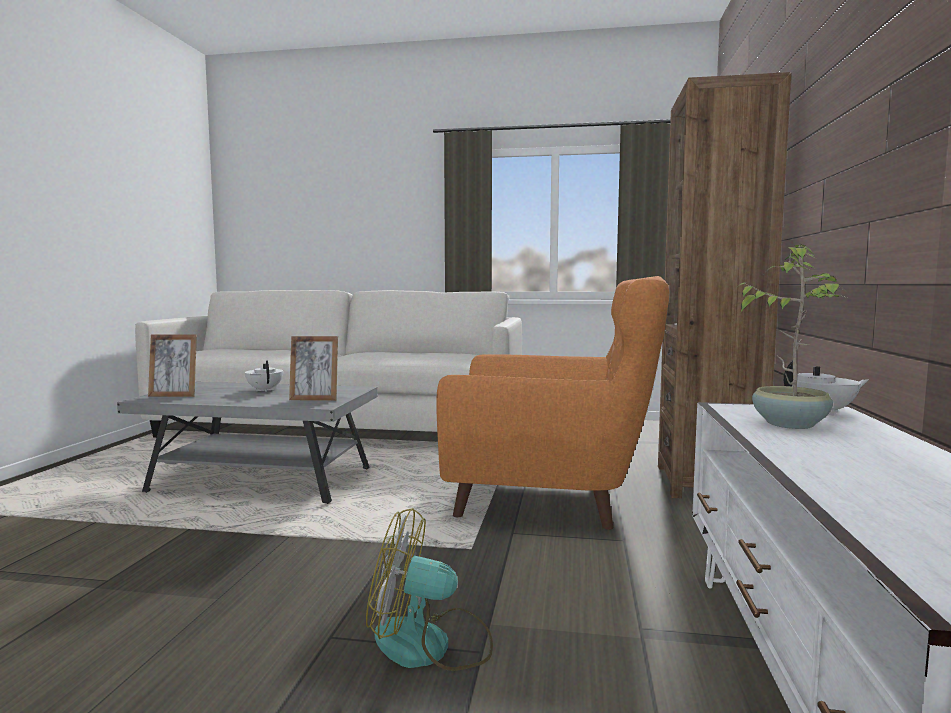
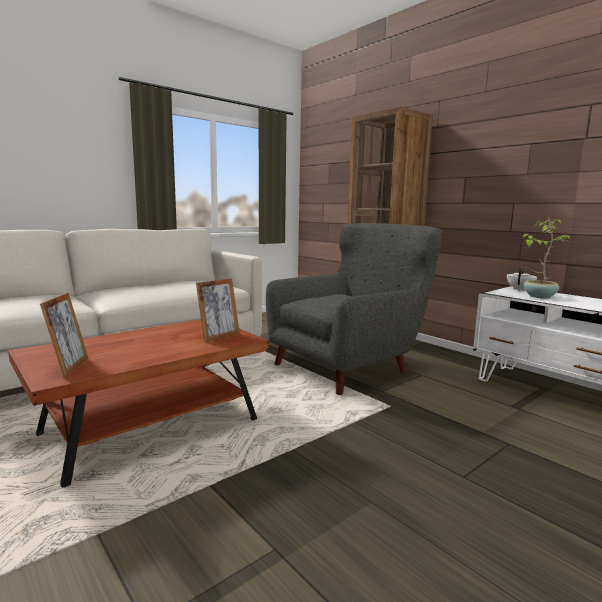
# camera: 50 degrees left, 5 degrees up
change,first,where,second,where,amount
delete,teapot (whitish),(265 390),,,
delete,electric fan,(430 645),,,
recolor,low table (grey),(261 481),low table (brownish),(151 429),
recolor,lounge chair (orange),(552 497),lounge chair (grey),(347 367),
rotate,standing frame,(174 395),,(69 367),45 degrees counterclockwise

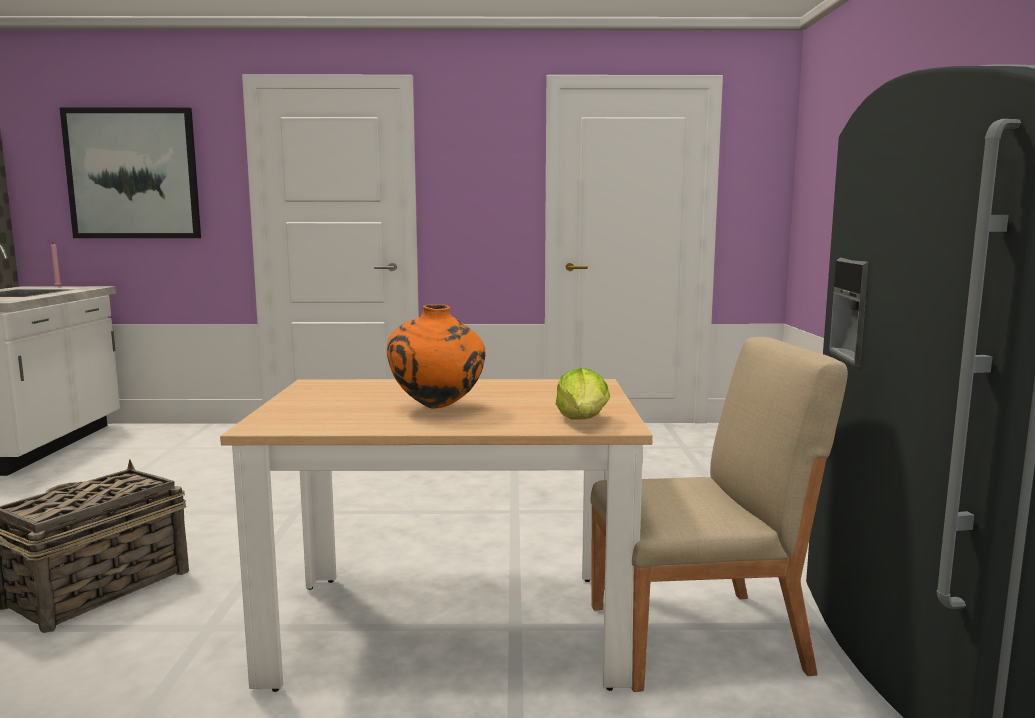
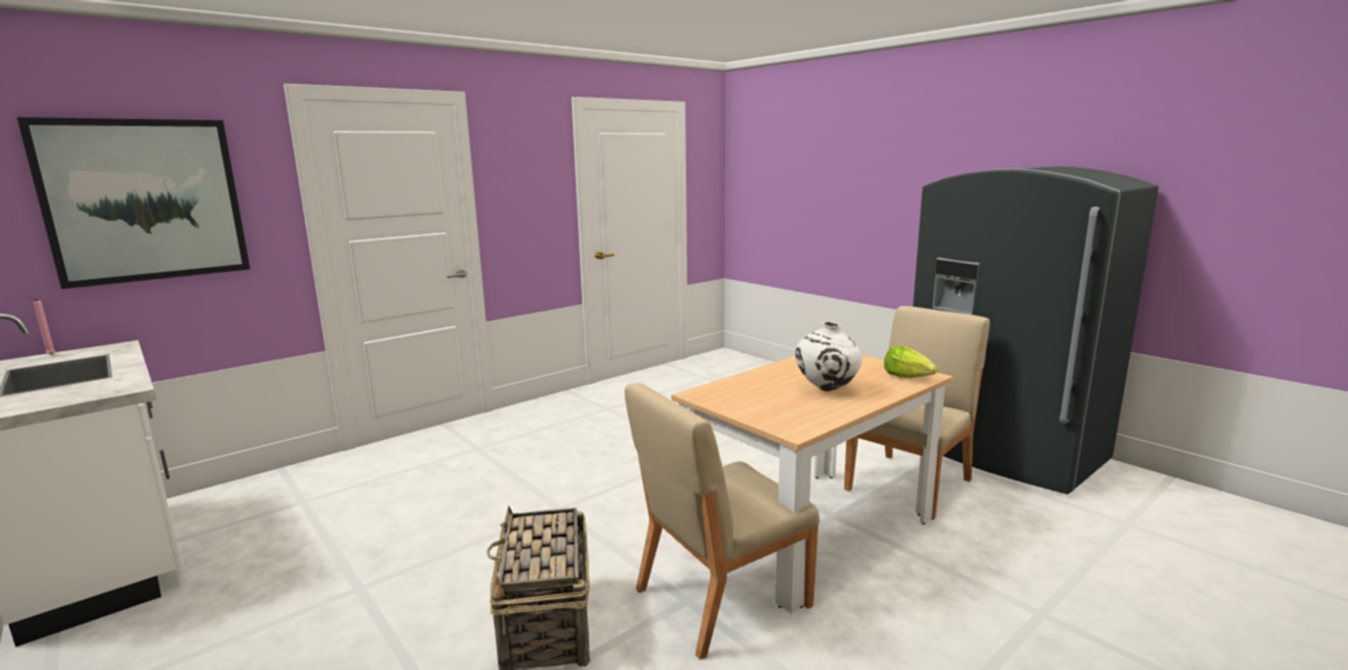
# camera: 40 degrees left, 5 degrees up
change,first,where,second,where,amount
insert,,,chair (beige-coloured),(719 598),
recolor,decorative vase (orange),(438 408),decorative vase (whitish),(826 390),

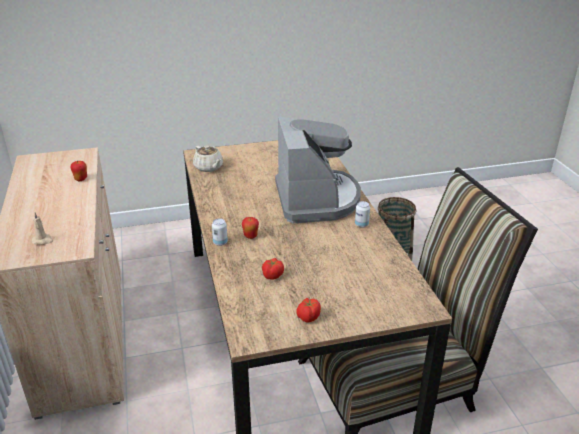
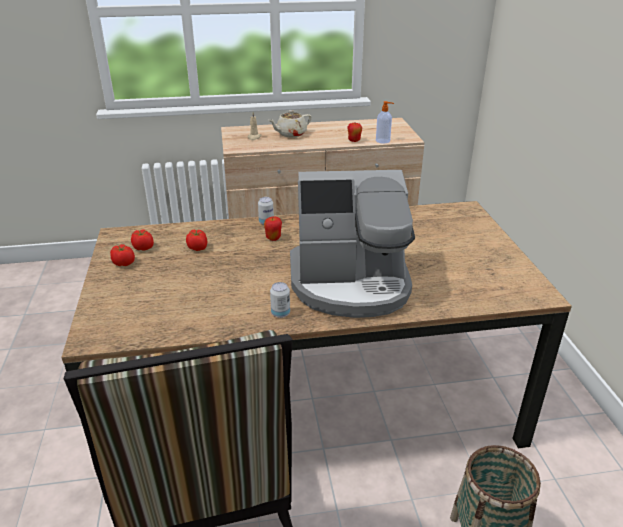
# camera: 95 degrees right, 0 degrees up
change,first,where,second,where,amount
insert,,,whole tomato,(143 248),
insert,,,liquid soap bottle,(383 141),
move,teapot (beige-coloured),(209 168),,(290 134),

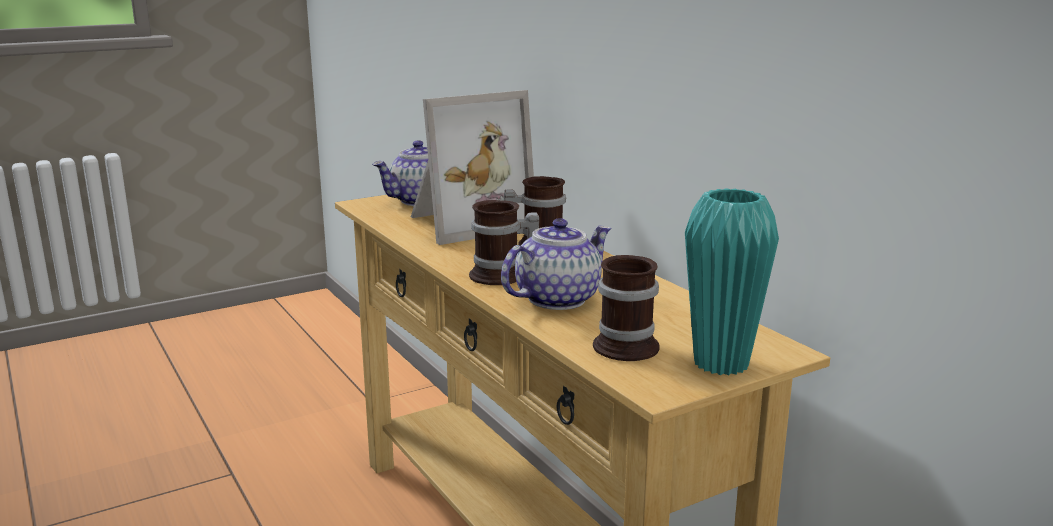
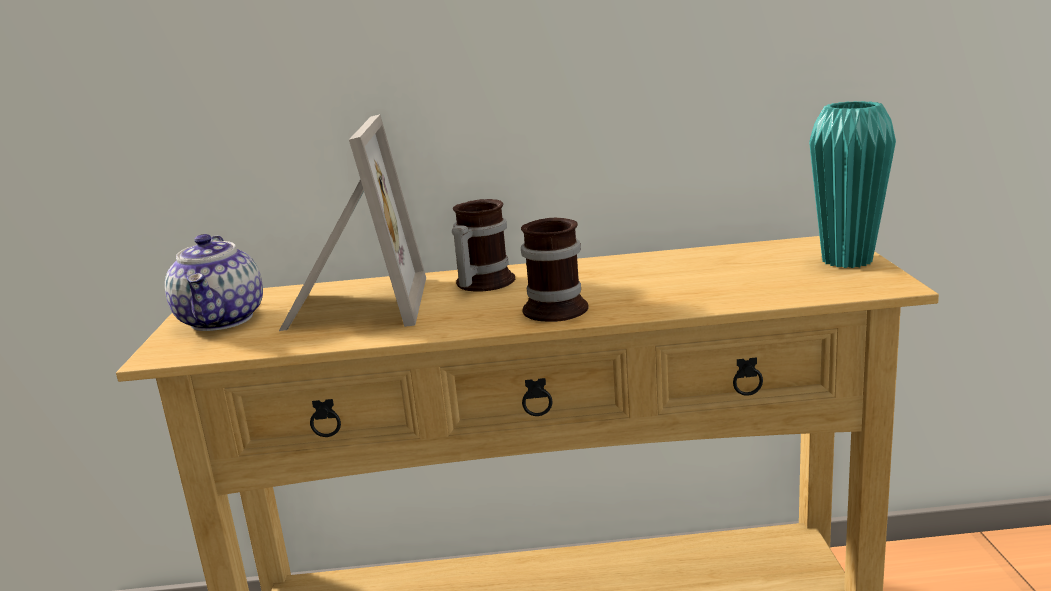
# camera: 60 degrees left, 0 degrees up
change,first,where,second,where,amount
delete,teapot,(557 298),,,
delete,mug,(626 343),,,

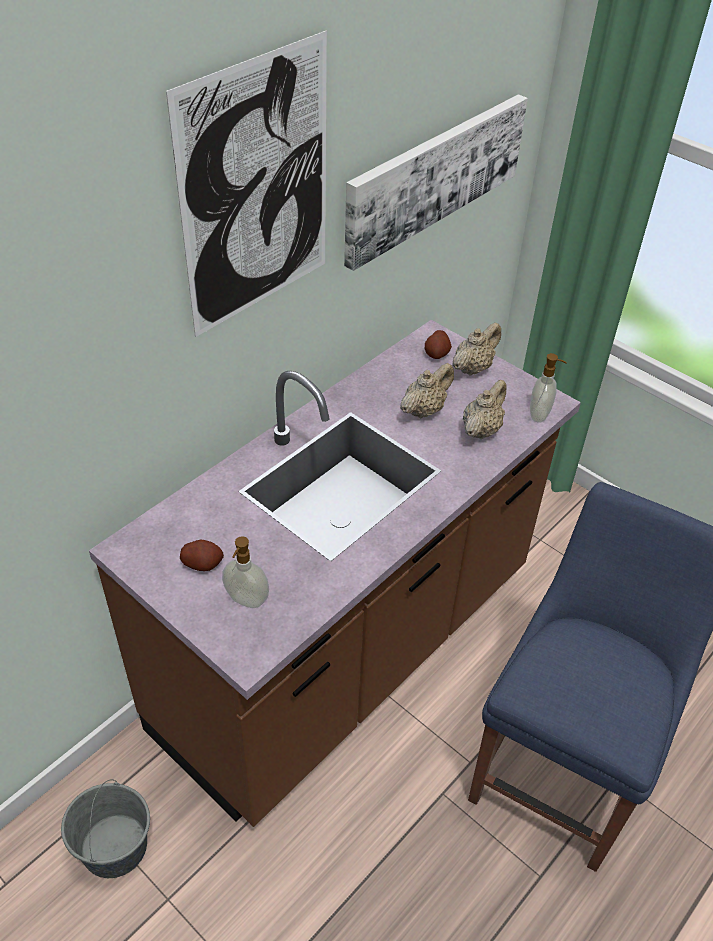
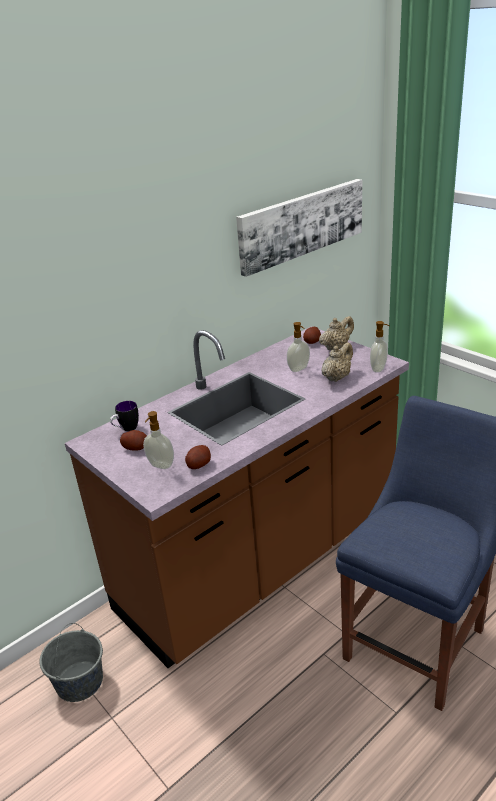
# camera: 10 degrees right, 15 degrees down
change,first,where,second,where,amount
delete,picture,(257 190),,,
insert,,,mug,(126 429),
insert,,,potato,(198 465),
replace,teapot (beige-coloured),(424 410),liquid soap bottle,(299 369),

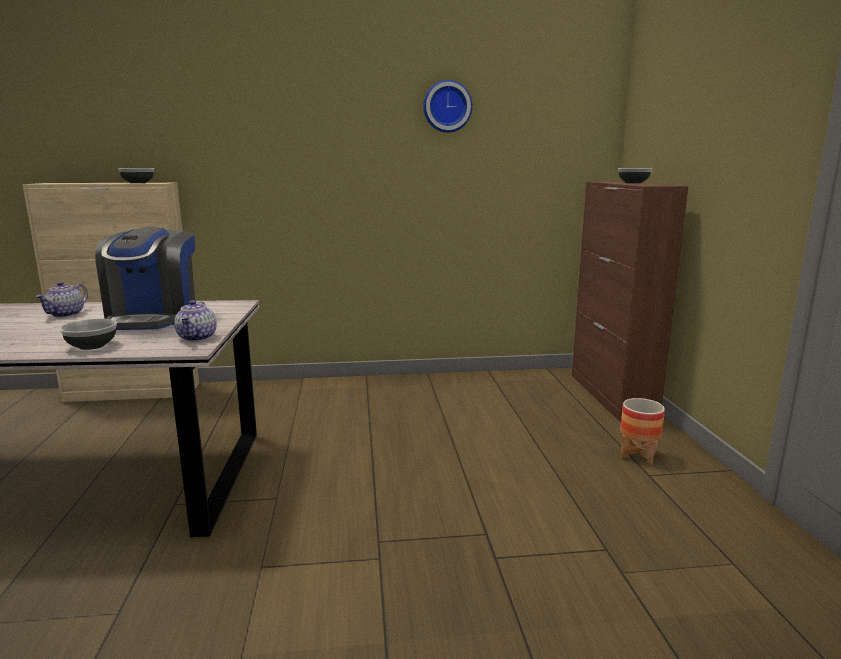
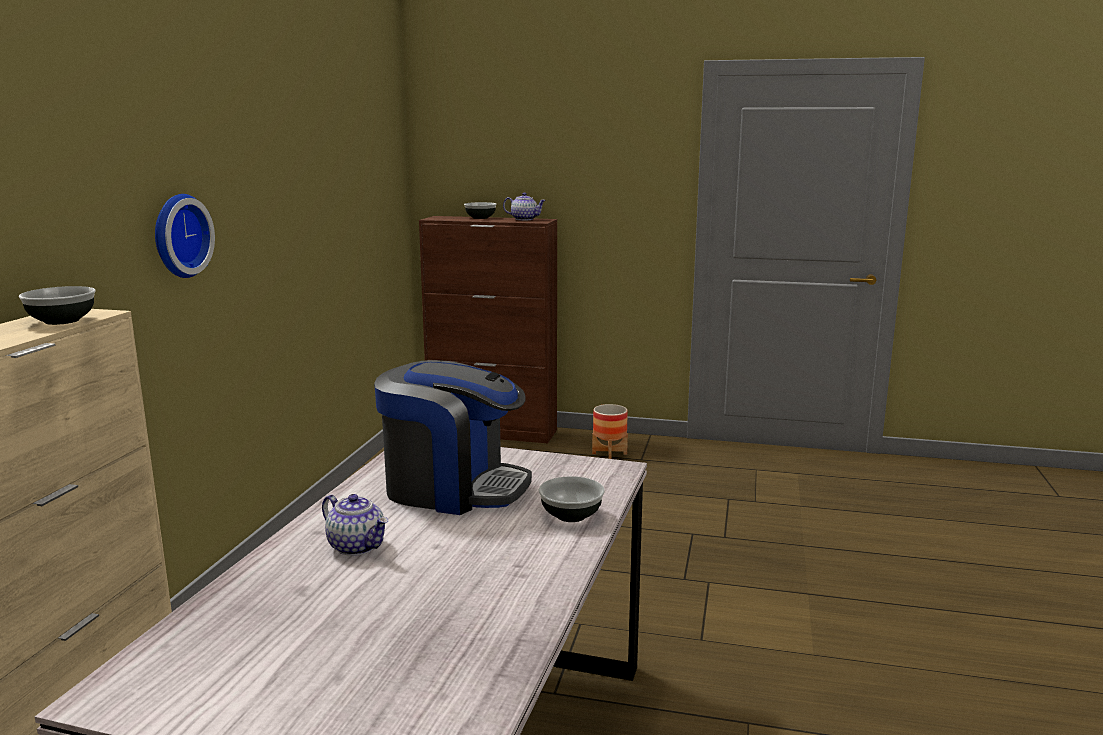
# camera: 70 degrees left, 0 degrees up
change,first,where,second,where,amount
move,teapot,(197 337),,(524 219),
move,wall clock,(447 106),,(178 235),

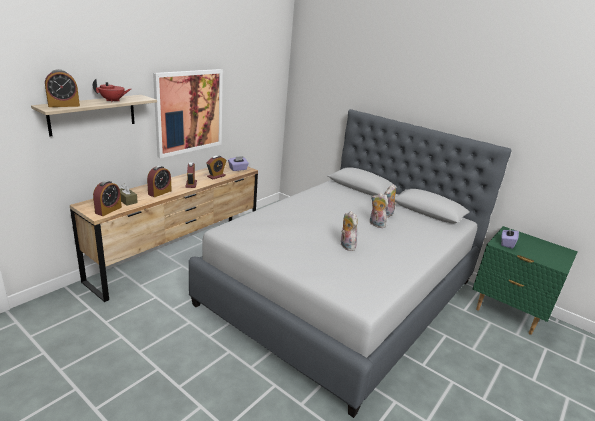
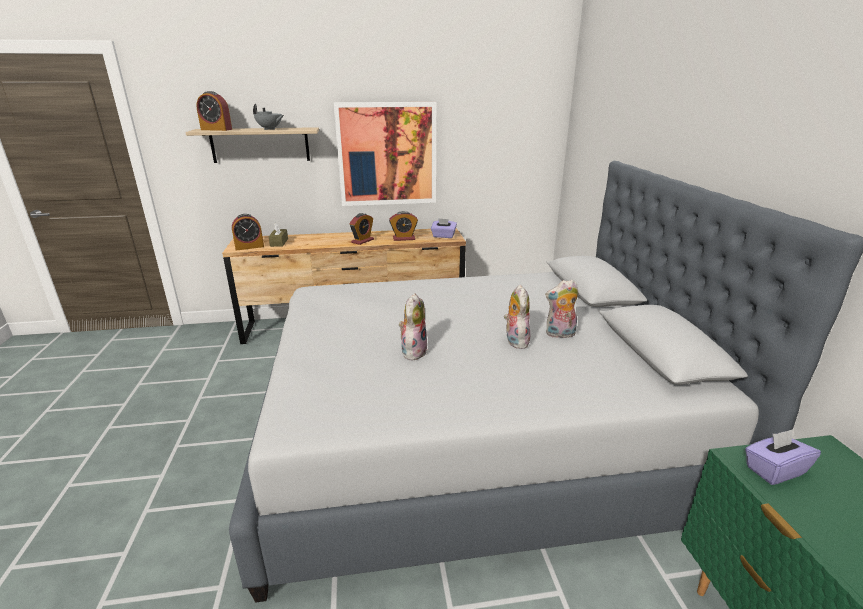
# camera: 45 degrees right, 0 degrees up
change,first,where,second,where,amount
delete,alarm clock,(160 192),,,
recolor,teapot (red-coloured),(113 101),teapot (grey),(269 129),

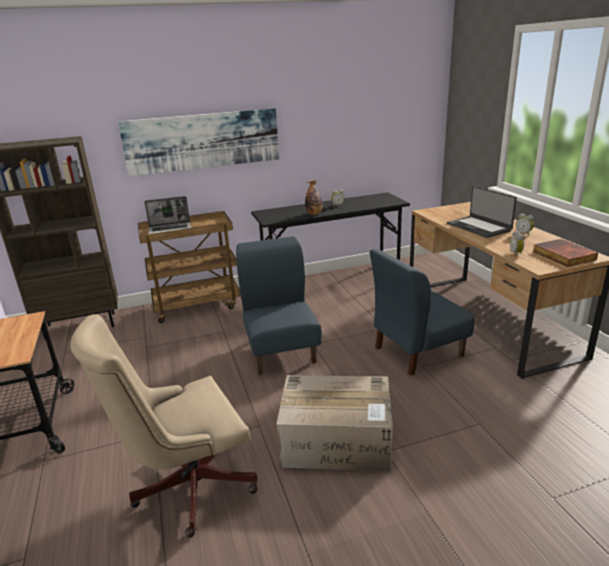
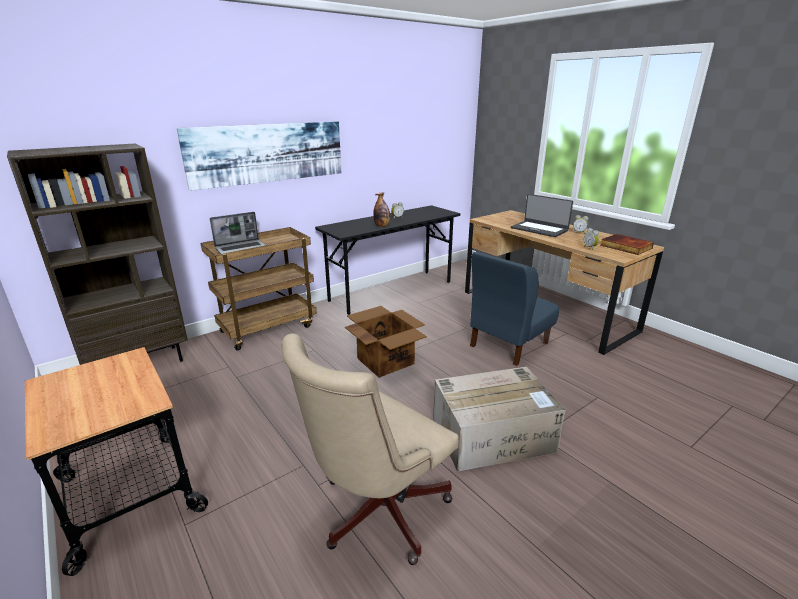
# camera: 20 degrees left, 0 degrees up
change,first,where,second,where,amount
replace,chair (blue-coloured),(281 350),packing box,(385 360),

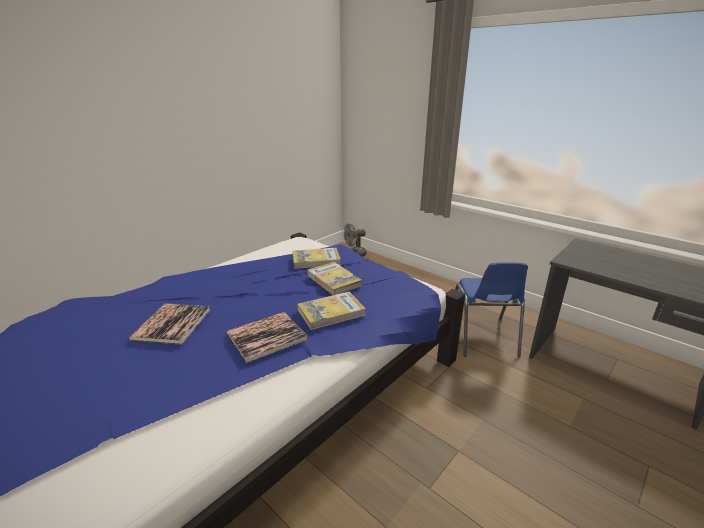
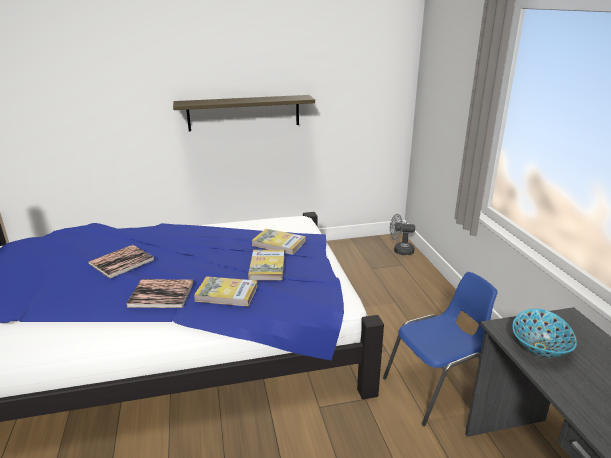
# camera: 35 degrees right, 0 degrees up
change,first,where,second,where,amount
insert,,,wall shelf,(244 113),
insert,,,deep dish,(540 347),
rotate,chair (blue-coloured),(482 337),,(436 389),150 degrees counterclockwise

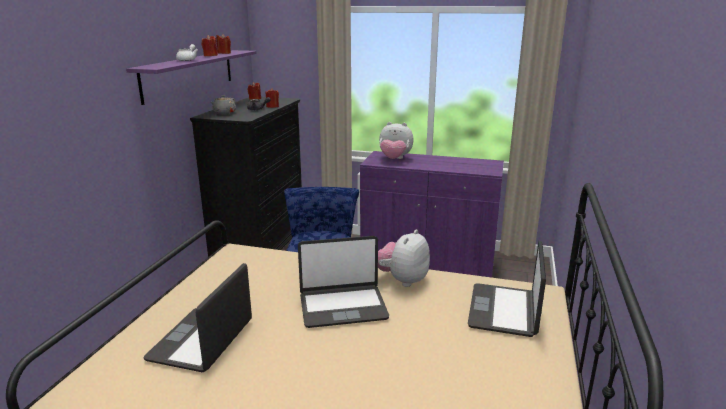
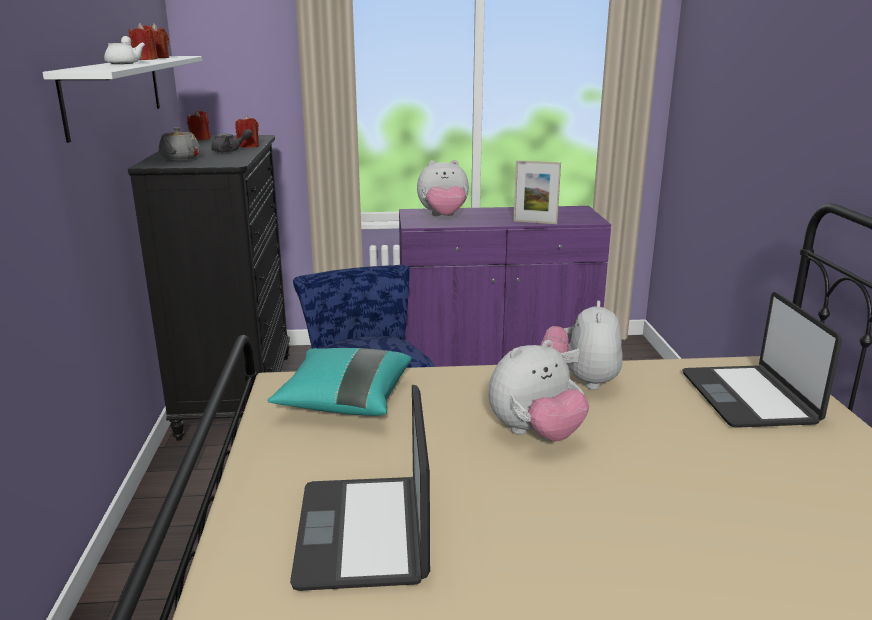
# camera: 20 degrees left, 0 degrees up
change,first,where,second,where,amount
insert,,,throw pillow (turquoise),(344 400),
insert,,,standing frame,(535 222),
replace,portable computer,(343 306),plush toy,(535 434),
recolor,wall shelf (purplish),(189 74),wall shelf (whitish),(115 92),

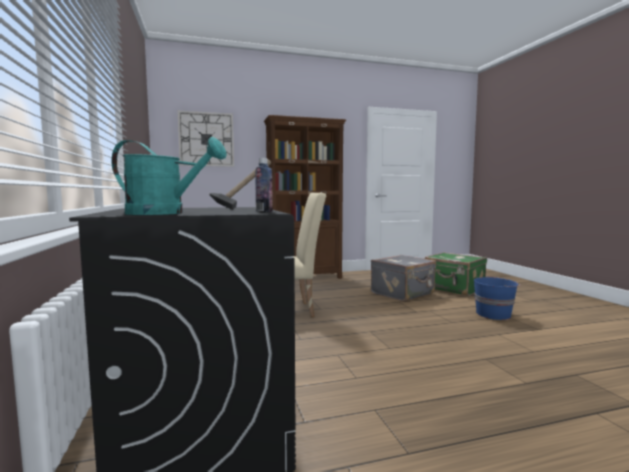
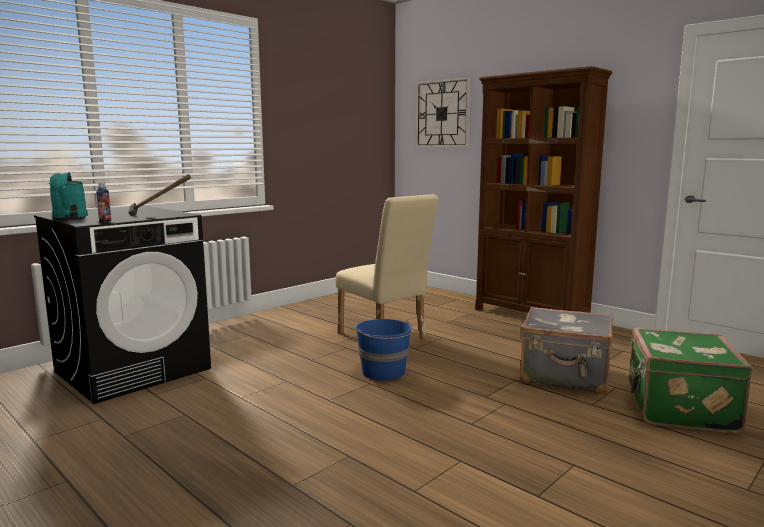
# camera: 60 degrees right, 5 degrees up
change,first,where,second,where,amount
move,water bucket (blue-coloured),(494 314),,(384 372),

